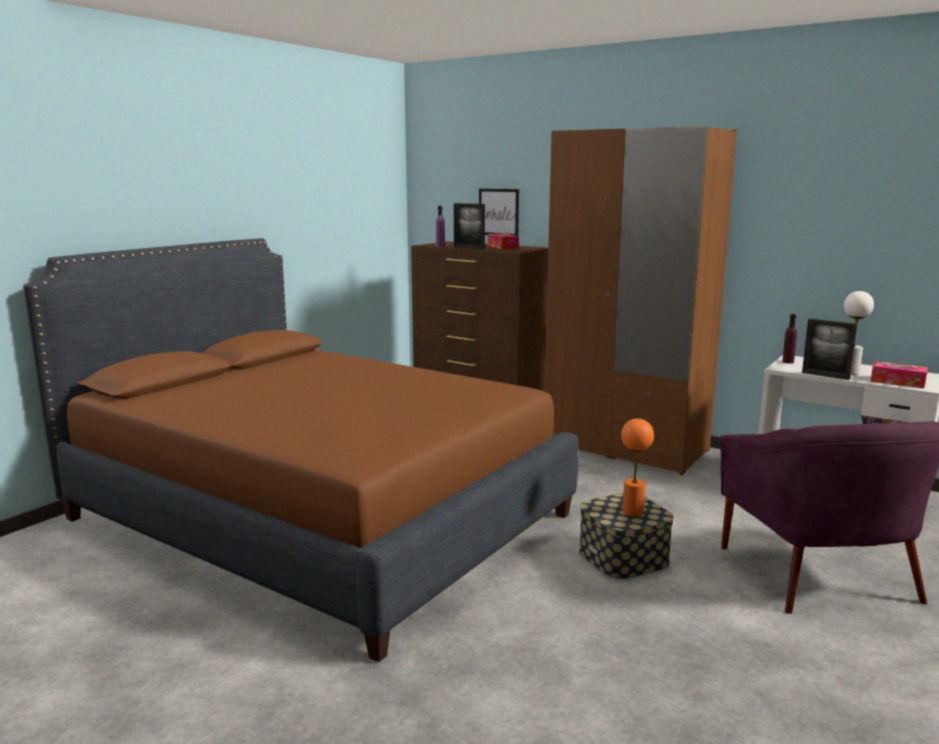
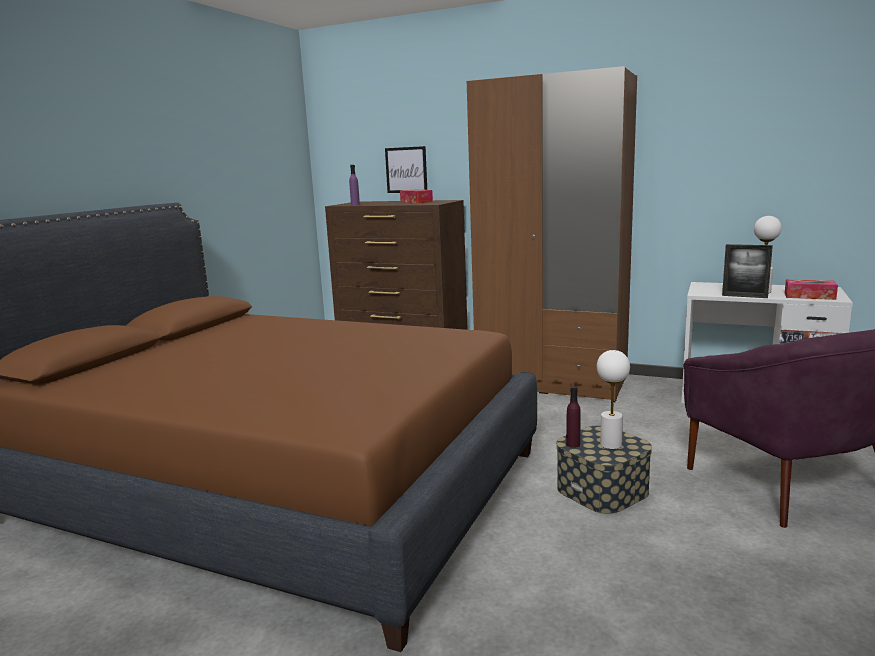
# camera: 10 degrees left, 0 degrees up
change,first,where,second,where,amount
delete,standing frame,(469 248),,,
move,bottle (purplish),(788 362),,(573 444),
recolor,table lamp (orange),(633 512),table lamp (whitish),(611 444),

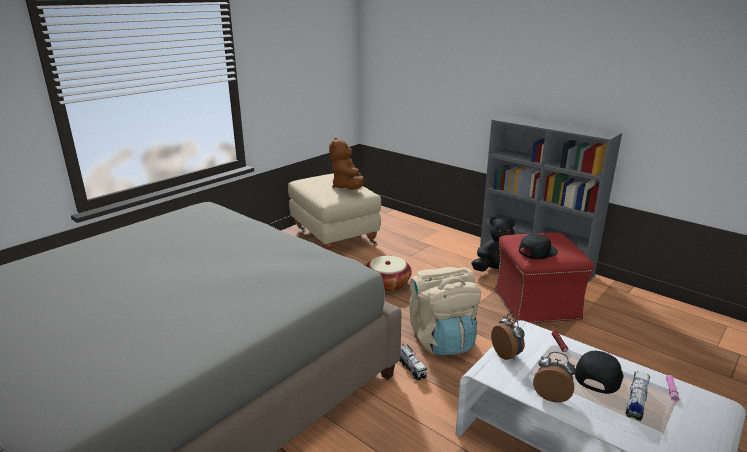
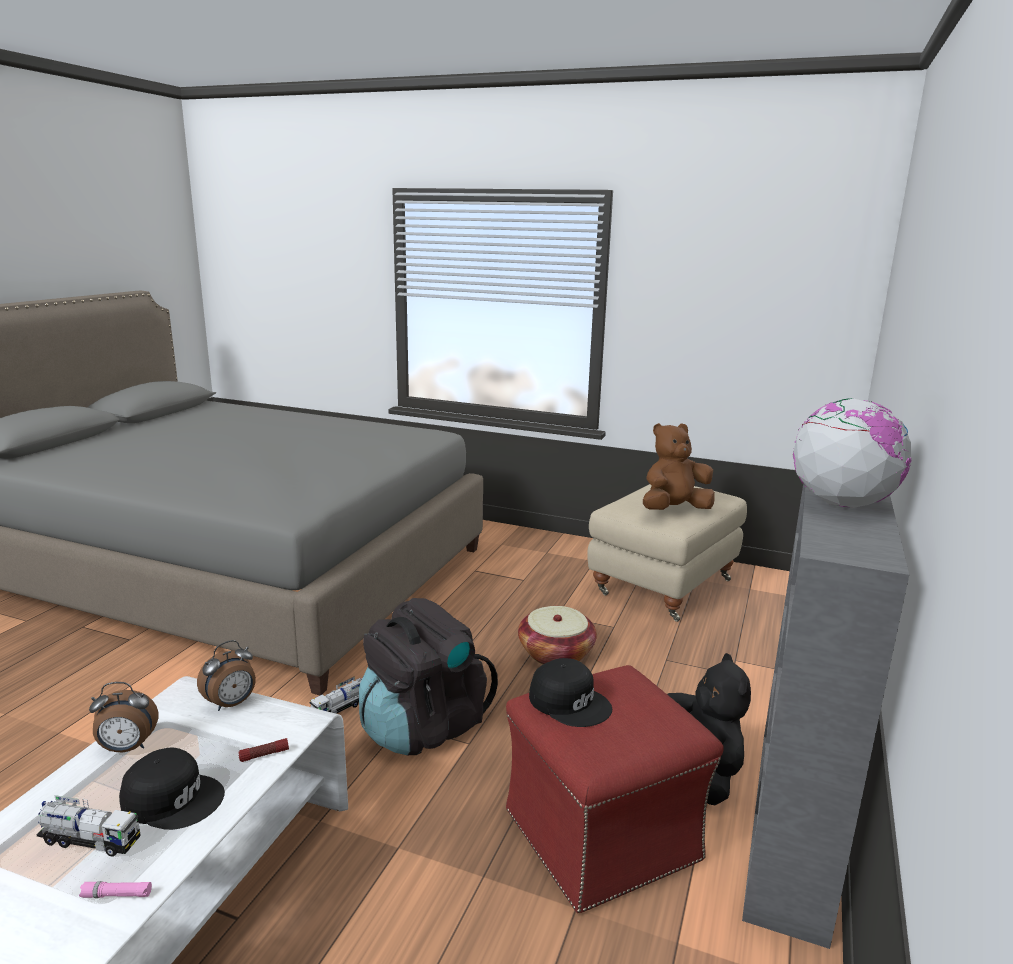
# camera: 70 degrees right, 5 degrees down
change,first,where,second,where,amount
insert,,,desk globe,(841 503),
recolor,rucksack (beige-coloured),(442 339),rucksack (black),(423 726),
rotate,alarm clock,(551 395),,(127 748),75 degrees clockwise

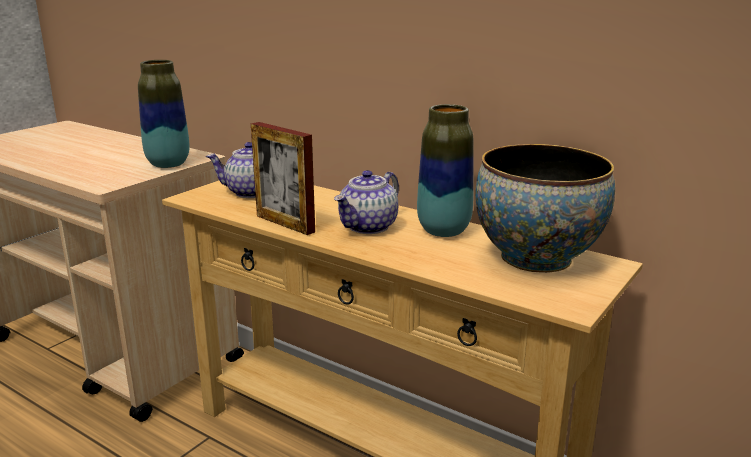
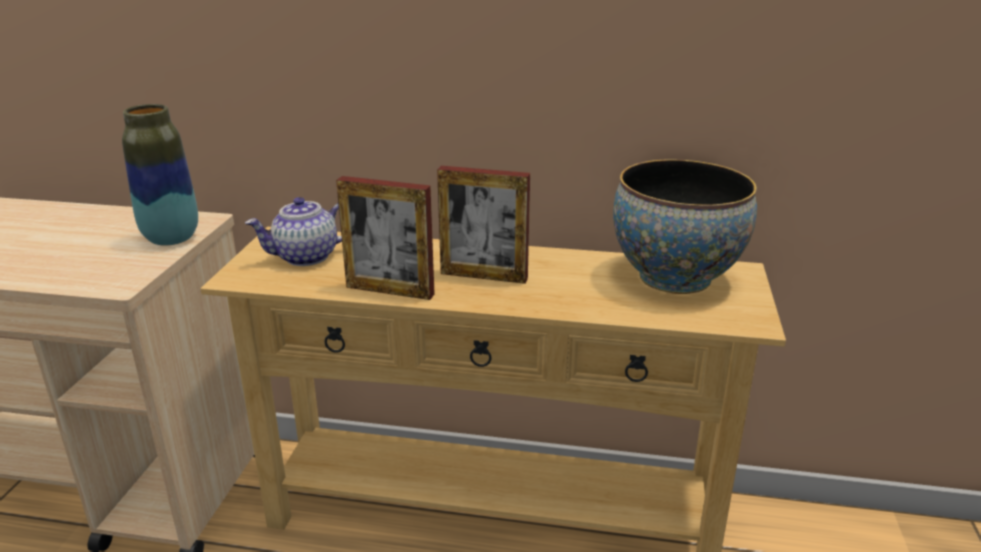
# camera: 25 degrees left, 5 degrees up
change,first,where,second,where,amount
delete,decorative vase,(443 231),,,
replace,teapot,(368 227),standing frame,(484 276),

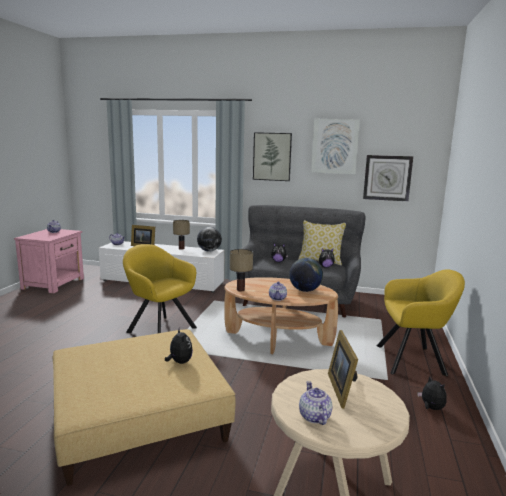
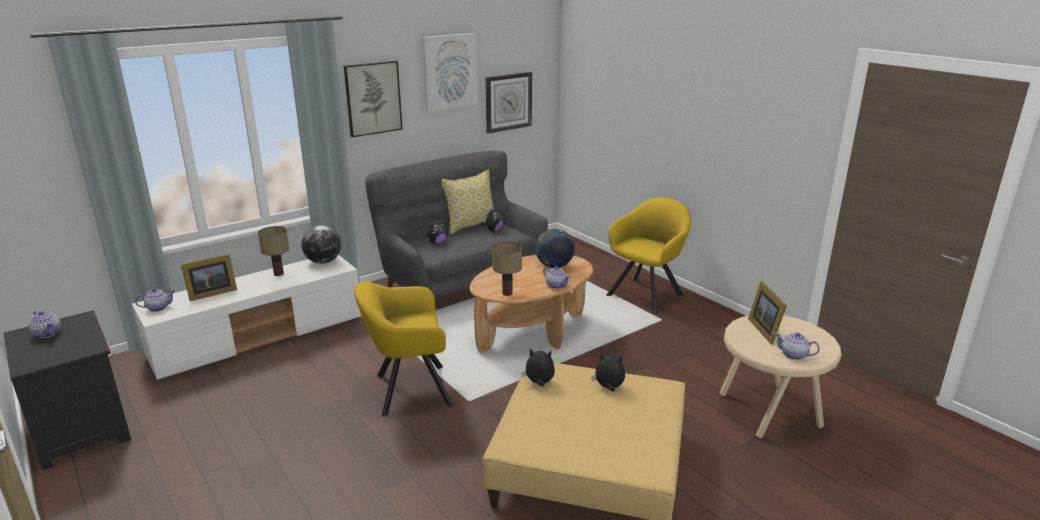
# camera: 50 degrees left, 10 degrees up
change,first,where,second,where,amount
move,plush toy,(431 408),,(539 383),
recolor,nightstand (pink-coloured),(54 283),nightstand (black),(82 428),
rotate,standing frame,(343 389),,(765 330),45 degrees clockwise

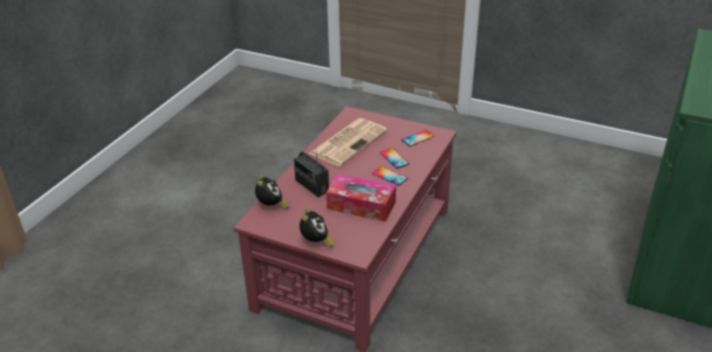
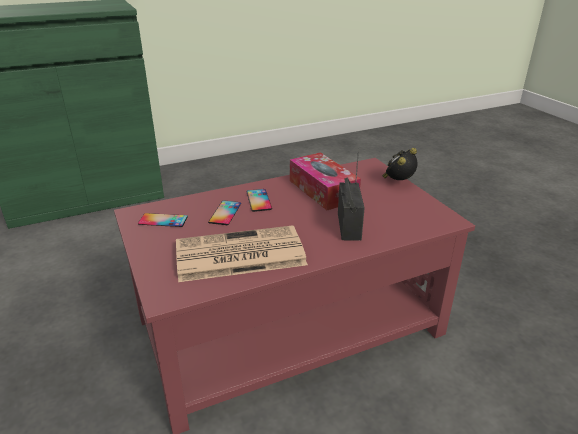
# camera: 140 degrees left, 5 degrees down
change,first,where,second,where,amount
delete,alarm clock,(271 206),,,

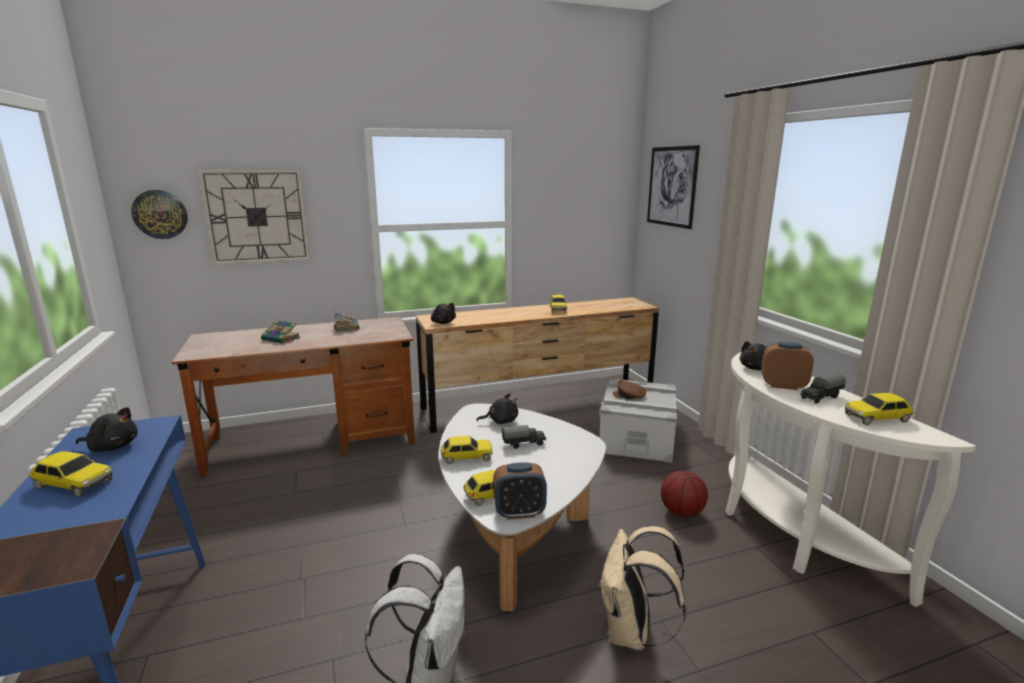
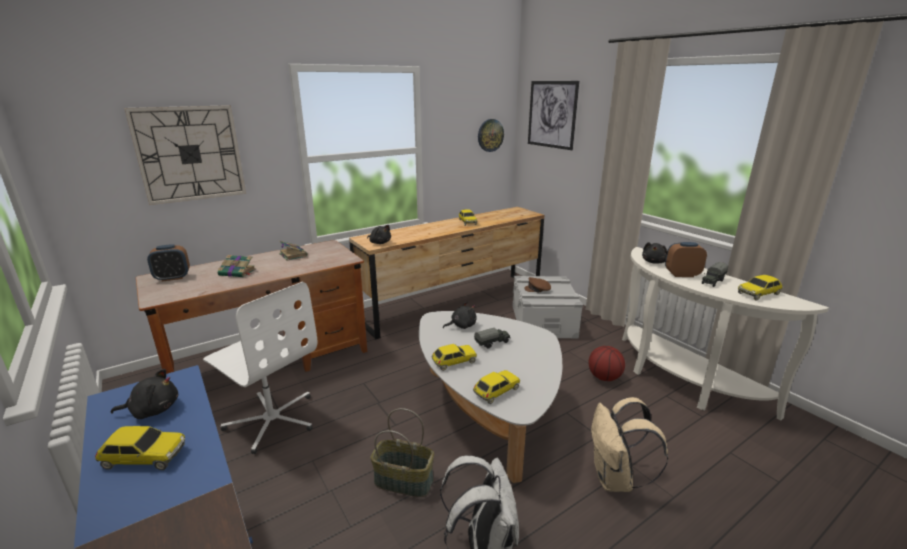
# camera: 15 degrees left, 5 degrees up
change,first,where,second,where,amount
insert,,,computer chair (whitish),(272 420),
insert,,,basket,(404 480),
move,wall clock,(160 214),,(490 135),
move,alarm clock,(519 513),,(173 278),

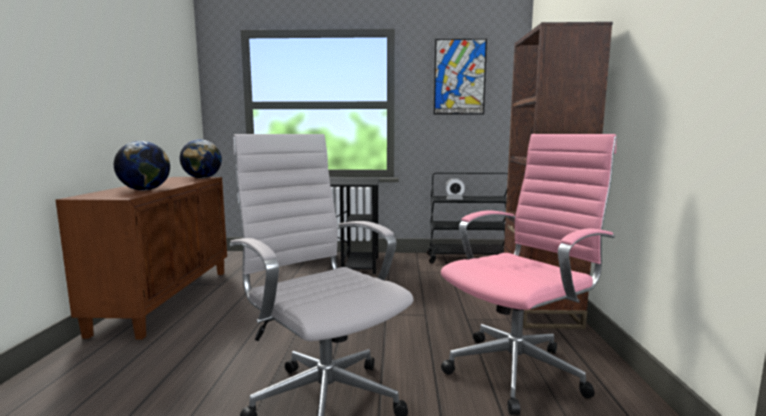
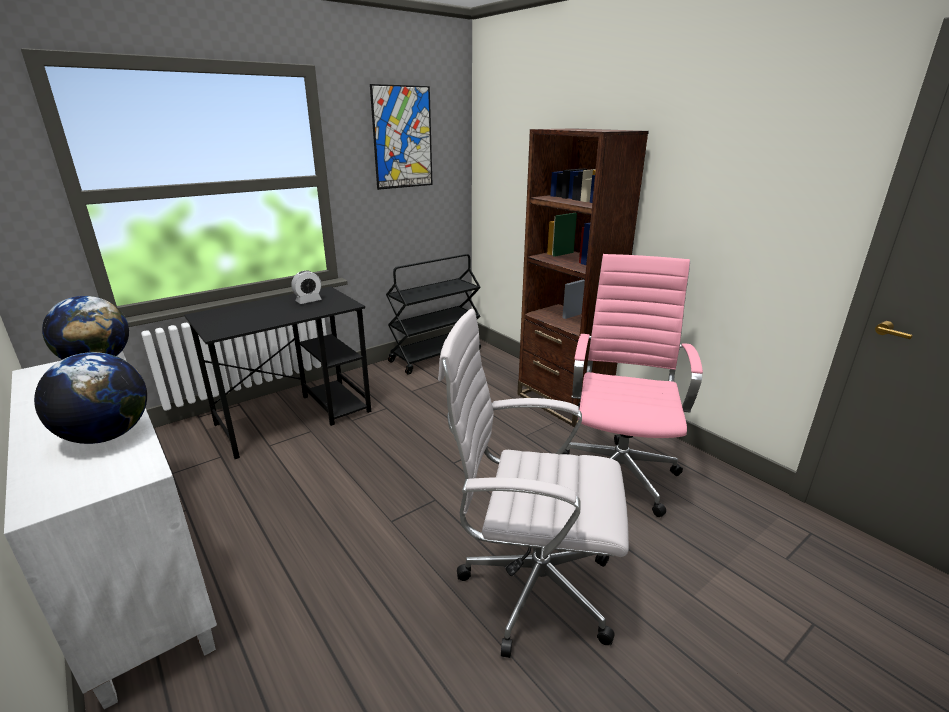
# camera: 40 degrees left, 15 degrees up
change,first,where,second,where,amount
move,alarm clock,(454 199),,(308 301),
recolor,storage cabinet (brownish),(166 299),storage cabinet (whitish),(135 574),

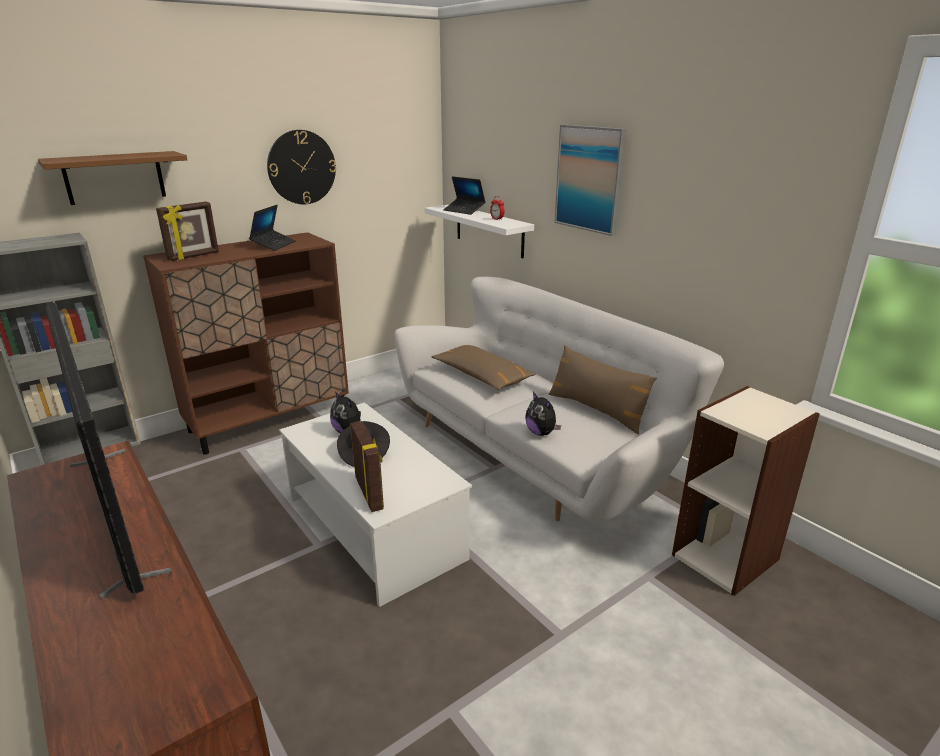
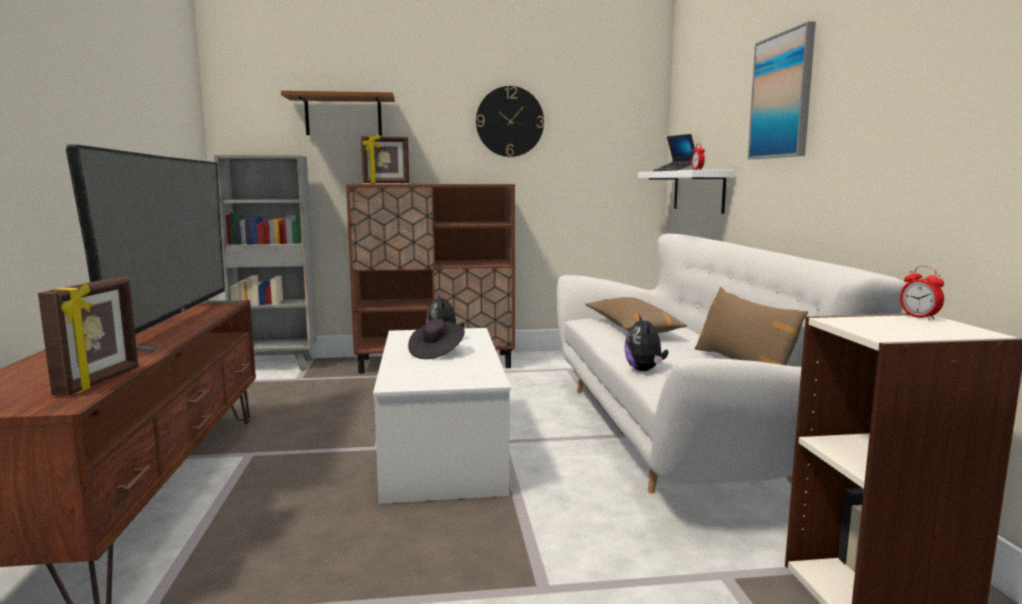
# camera: 30 degrees right, 15 degrees down
change,first,where,second,where,amount
delete,portable computer,(274 245),,,
insert,,,alarm clock,(919 317),
move,standing frame,(370 493),,(100 381),

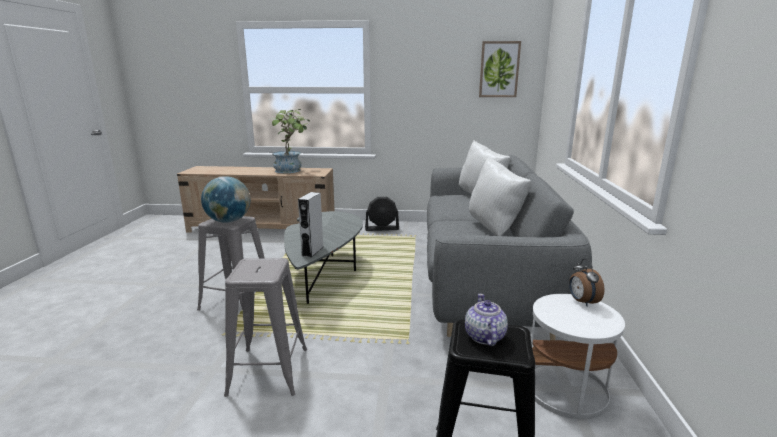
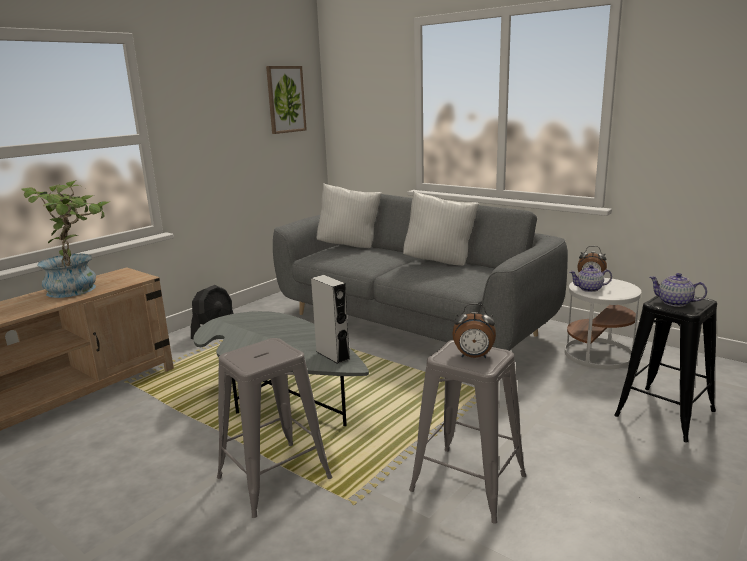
# camera: 55 degrees left, 0 degrees up
change,first,where,second,where,amount
delete,desk globe,(229 221),,,
insert,,,alarm clock,(473 357),
insert,,,teapot,(589 289),

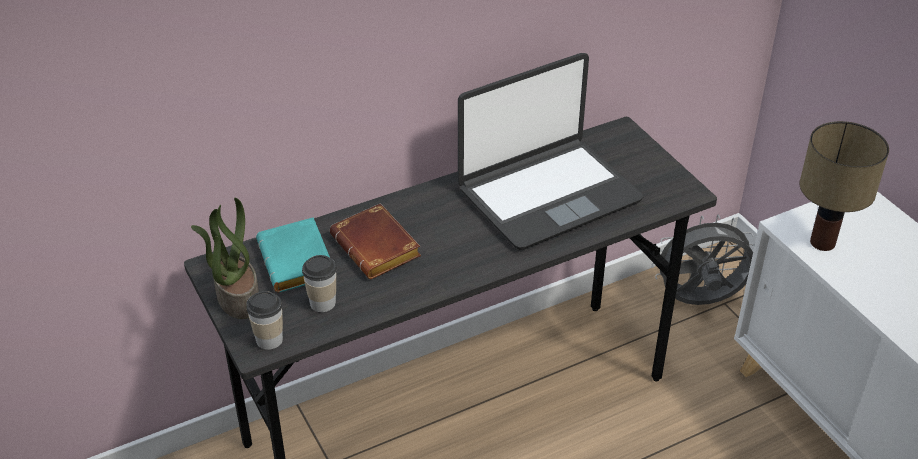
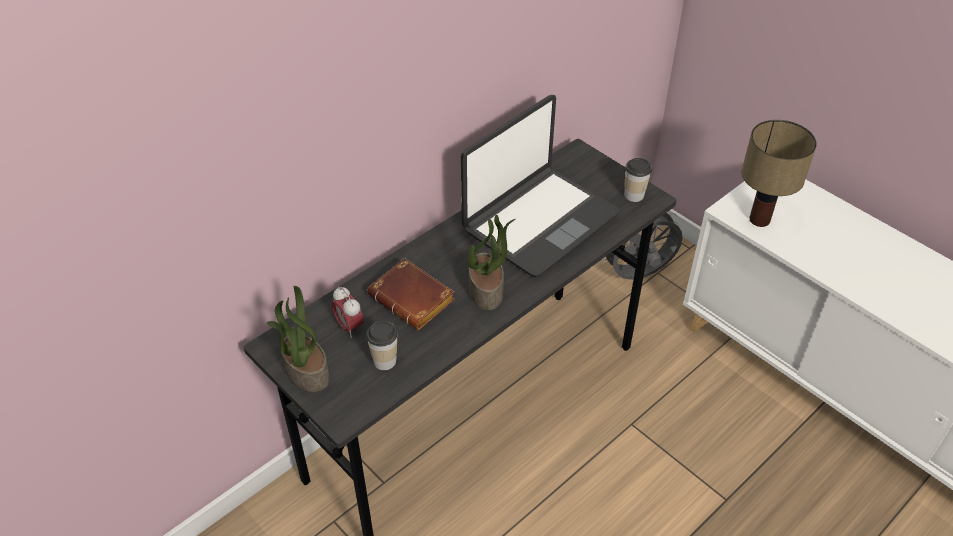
# camera: 15 degrees left, 5 degrees up
change,first,where,second,where,amount
insert,,,potted plant,(487 290),
move,drinking cup,(269 340),,(634 195),
replace,volume (turquoise),(299 263),alarm clock,(349 327),

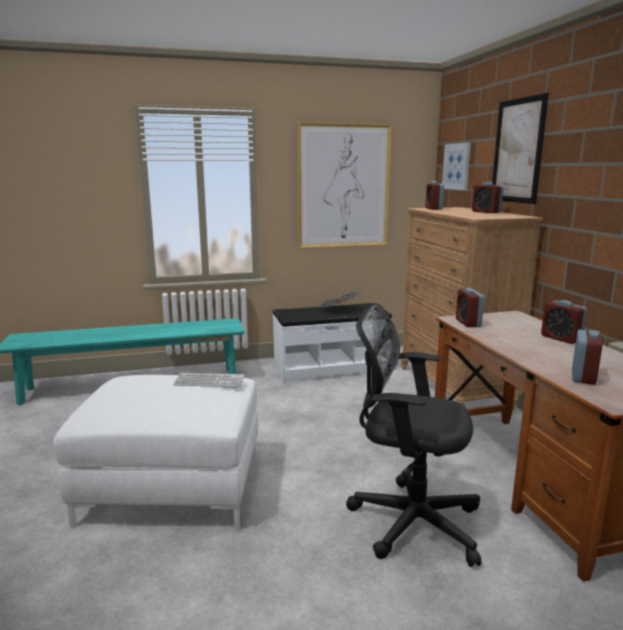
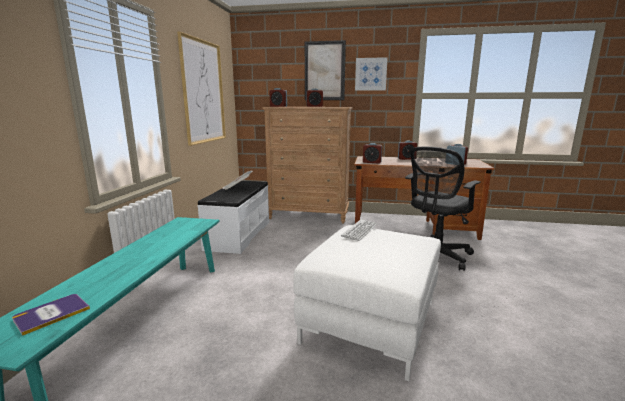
# camera: 65 degrees left, 0 degrees up
change,first,where,second,where,amount
insert,,,volume,(51 314),
move,picture,(457 166),,(371 74),

